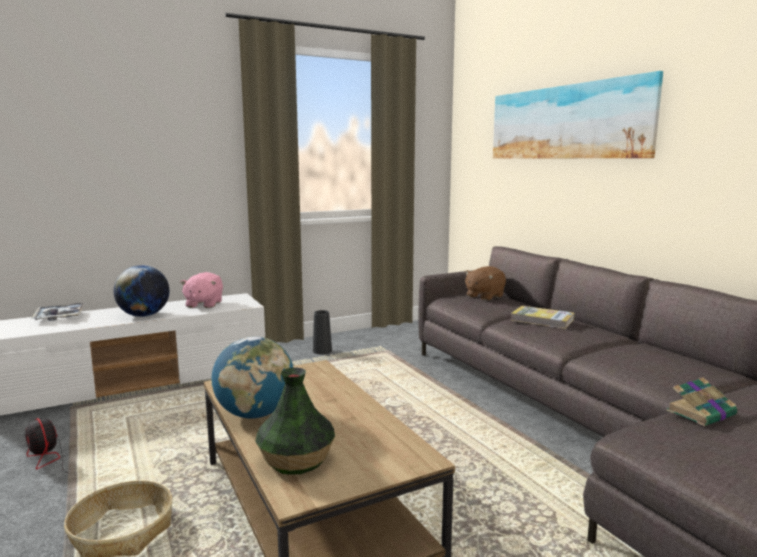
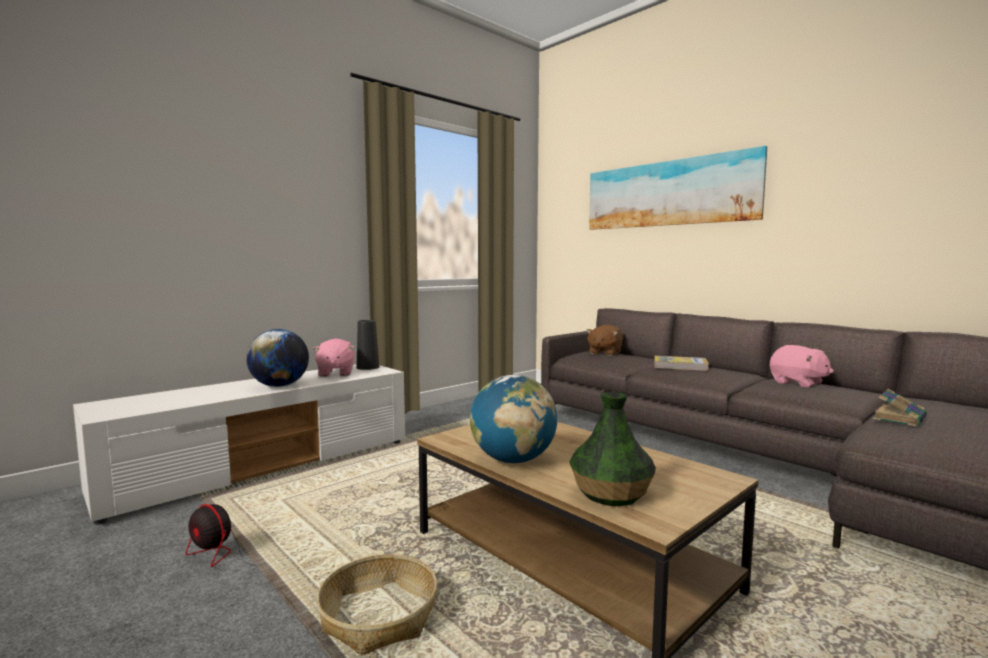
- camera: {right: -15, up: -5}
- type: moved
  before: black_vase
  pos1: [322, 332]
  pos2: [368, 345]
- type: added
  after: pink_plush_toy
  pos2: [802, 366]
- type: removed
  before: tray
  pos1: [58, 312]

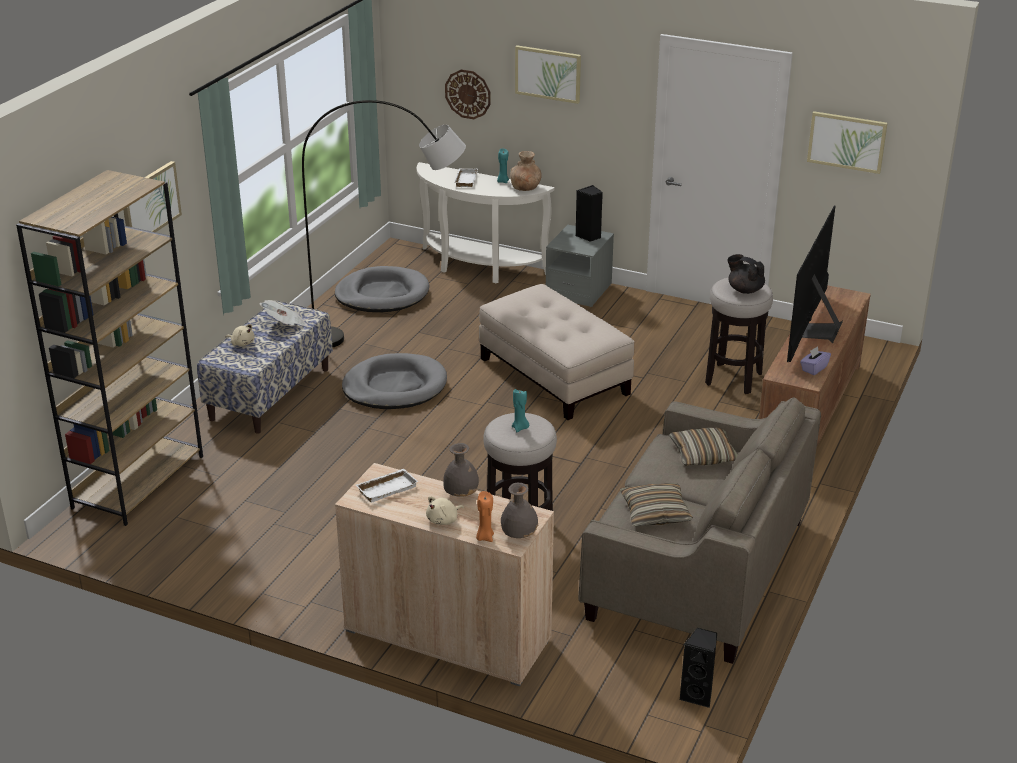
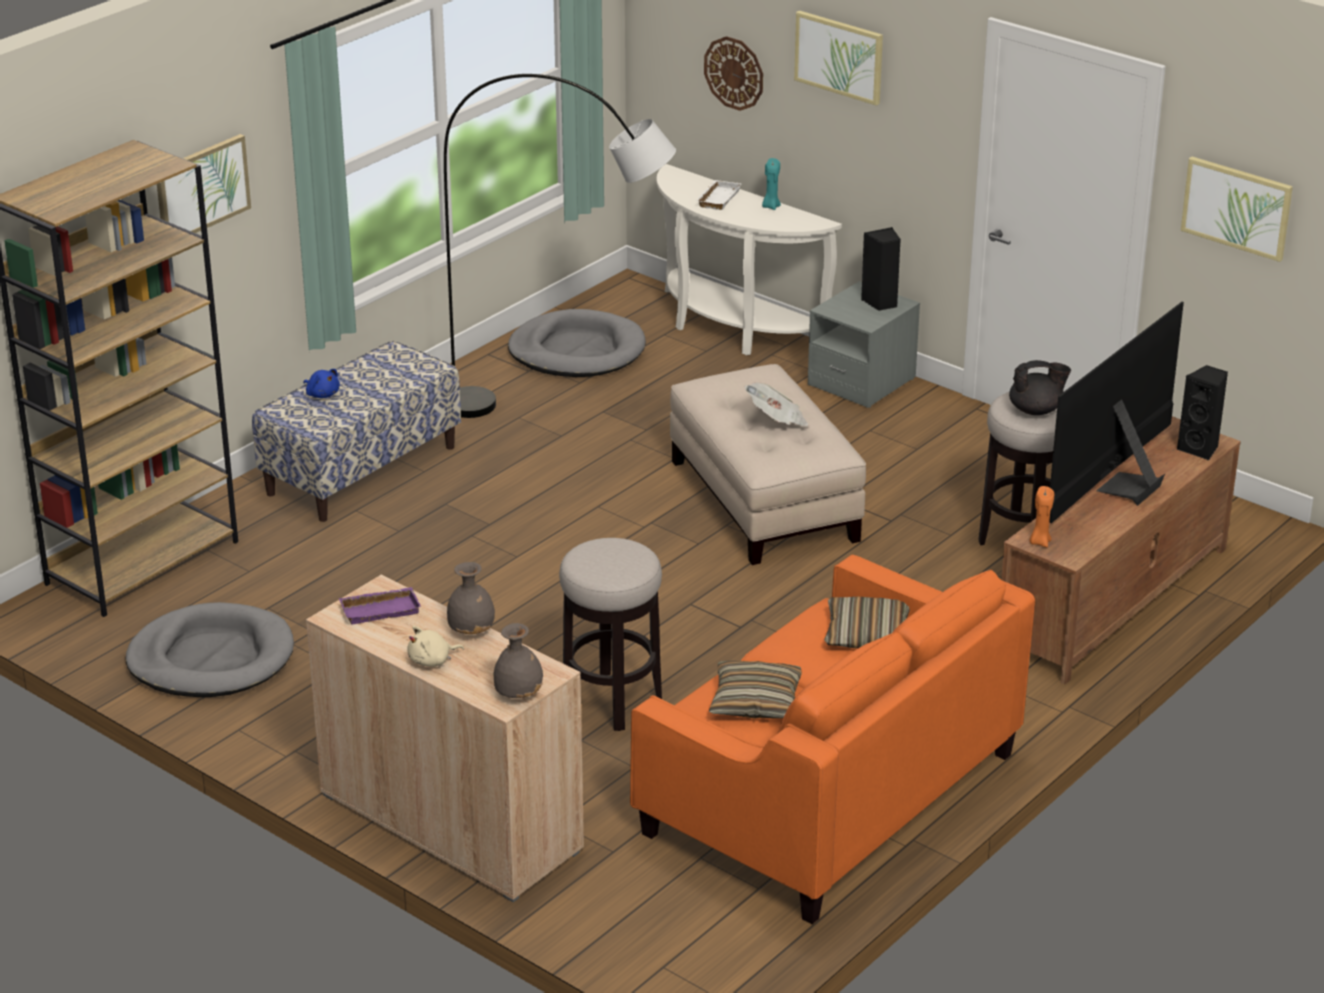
- camera: {right: 15, up: 0}
- type: moved
  before: grey_dog_bed
  pos1: [394, 381]
  pos2: [210, 649]
- type: recoloured
  before: beige_plush_toy
  after: blue_plush_toy
  pos1: [240, 335]
  pos2: [321, 383]
- type: recoloured
  before: white_tray
  after: purple_tray
  pos1: [387, 486]
  pos2: [380, 605]
- type: recoloured
  before: beige_sofa
  after: orange_sofa
  pos1: [699, 530]
  pos2: [832, 739]
- type: moved
  before: newspaper
  pos1: [283, 313]
  pos2: [776, 404]
- type: turned
  before: black_teapot
  pos1: [746, 274]
  pos2: [1040, 387]
  turn: 120
- type: moved
  before: orange_candle
  pos1: [485, 516]
  pos2: [1041, 517]
- type: moved
  before: black_speaker
  pos1: [698, 667]
  pos2: [1202, 412]
- type: removed
  before: brown_vase
  pos1: [526, 171]
- type: removed
  before: turquoise_candle
  pos1: [520, 410]
- type: removed
  before: purple_tissue_box
  pos1: [815, 360]

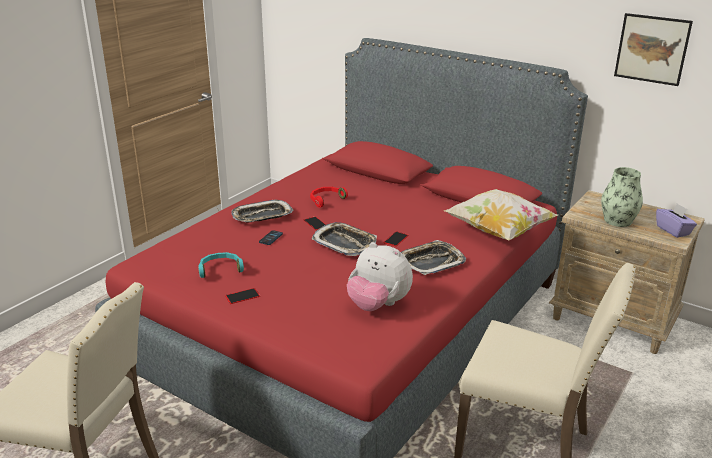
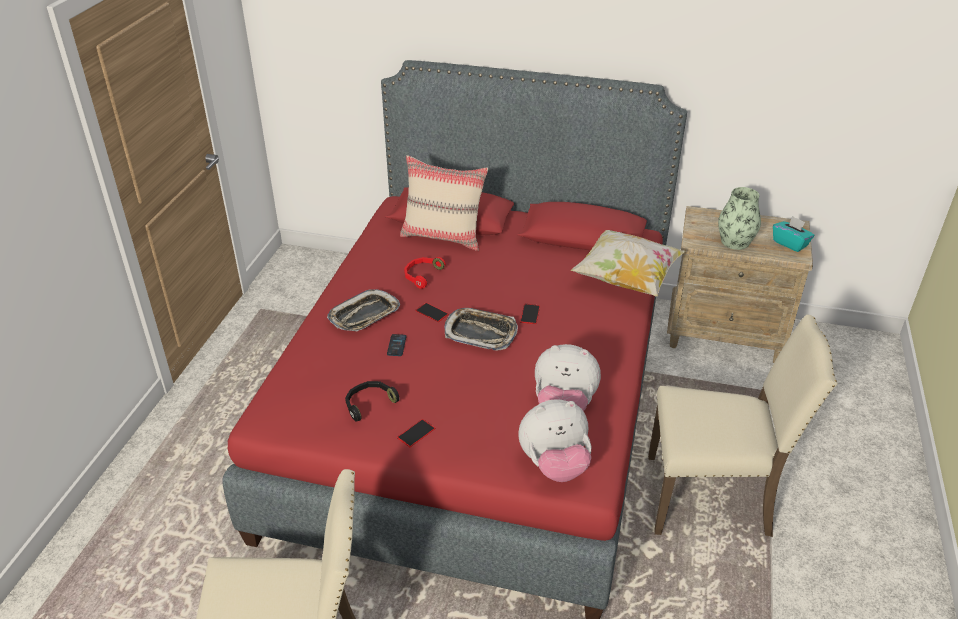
- camera: {right: -20, up: 10}
- type: recoloured
  before: turquoise_headphones
  after: black_headphones
  pos1: [221, 265]
  pos2: [372, 401]
- type: added
  after: beige_pillow
  pos2: [444, 203]
- type: added
  after: plush_toy
  pos2: [554, 440]
- type: recoloured
  before: purple_tissue_box
  after: turquoise_tissue_box
  pos1: [676, 220]
  pos2: [793, 234]
- type: removed
  before: tray
  pos1: [433, 257]
- type: removed
  before: picture
  pos1: [653, 49]

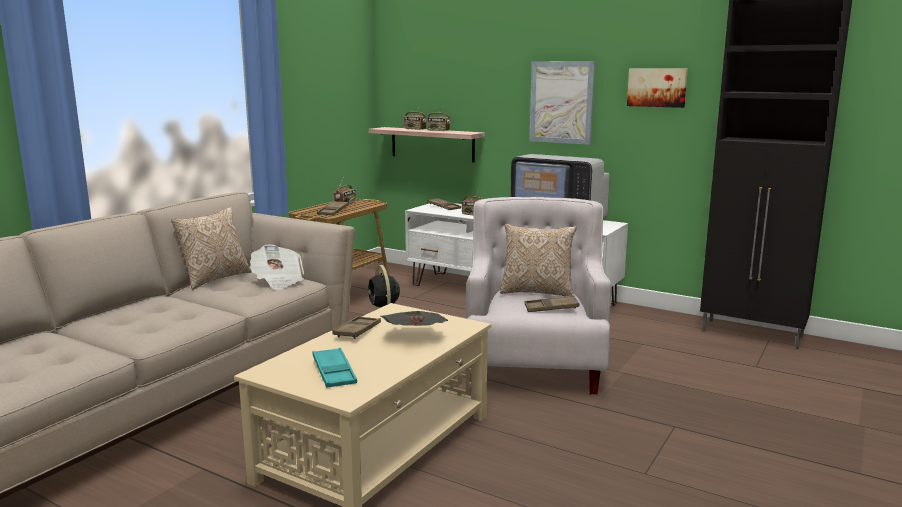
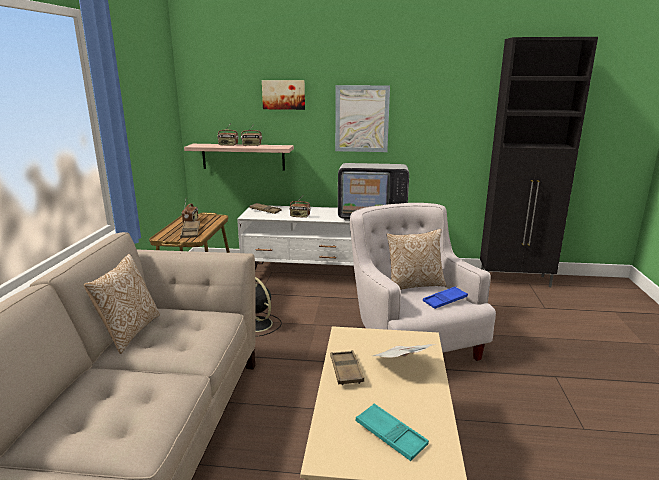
- camera: {right: -25, up: 5}
- type: moved
  before: picture
  pos1: [657, 88]
  pos2: [283, 95]
- type: recoloured
  before: brown_tray
  after: blue_tray
  pos1: [551, 304]
  pos2: [445, 297]
- type: removed
  before: newspaper
  pos1: [276, 267]

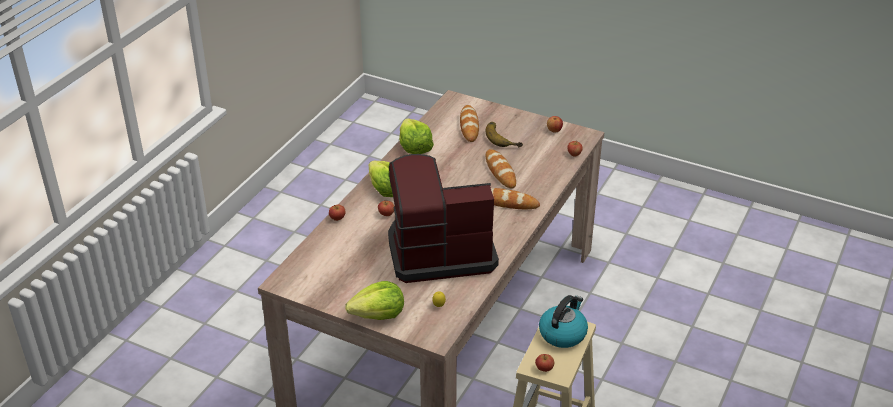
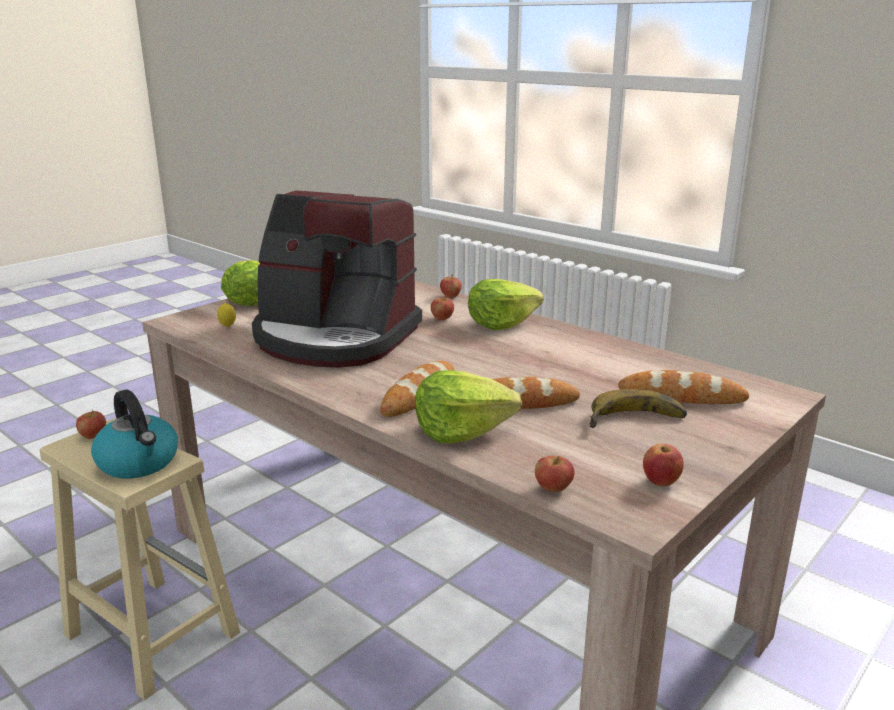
- camera: {right: 105, up: -15}
- type: turned
  before: coffee_machine
  pos1: [443, 218]
  pos2: [337, 279]
  turn: 105
- type: moved
  before: lettuce
  pos1: [416, 136]
  pos2: [468, 406]

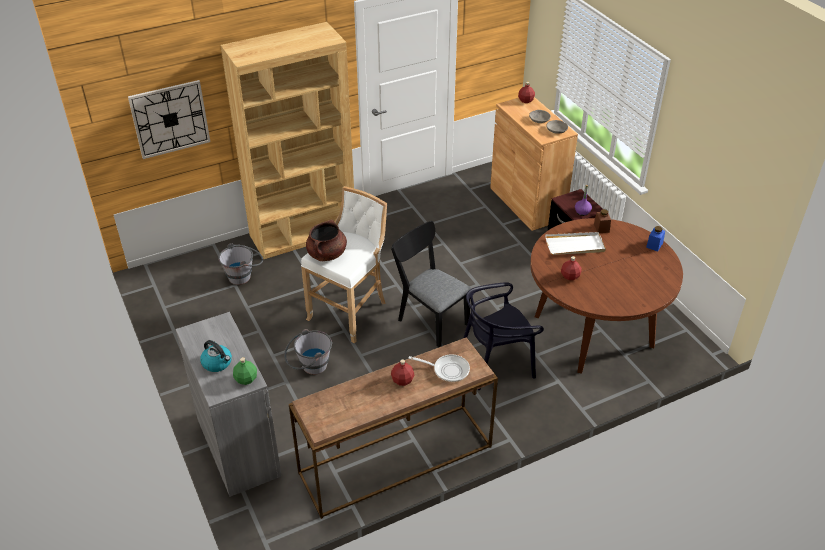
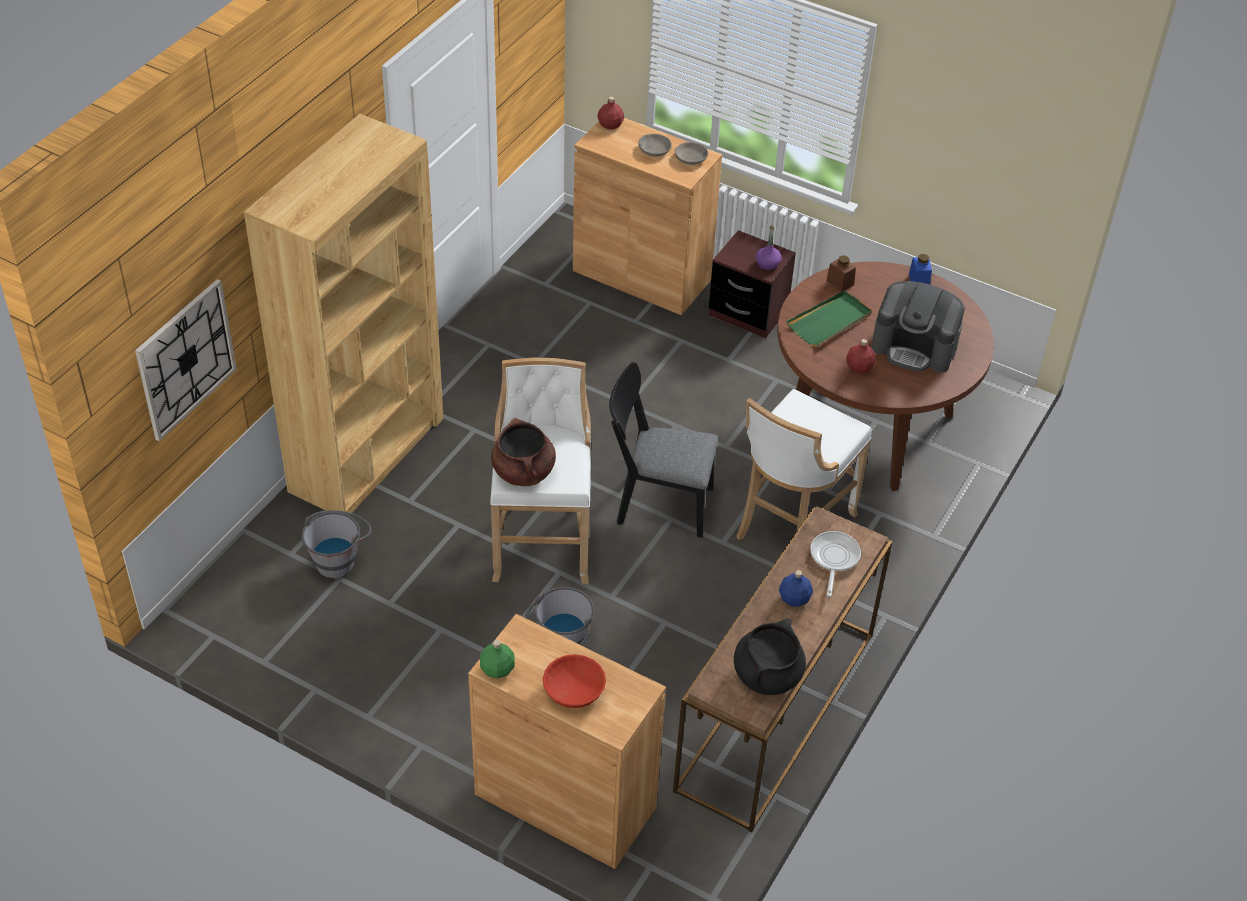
- camera: {right: -35, up: 5}
- type: recoloured
  before: grey_cabinet
  after: brown_cabinet
  pos1: [229, 404]
  pos2: [567, 741]
- type: moved
  before: green_bottle
  pos1: [245, 371]
  pos2: [497, 659]
- type: replaced
  before: kettle
  after: red_bowl
  pos1: [216, 356]
  pos2: [574, 681]
- type: added
  after: black_cooking_pot
  pos2: [770, 657]
- type: replaced
  before: black_chair
  after: white_stool
  pos1: [503, 336]
  pos2: [804, 464]
- type: recoloured
  before: red_bottle
  after: blue_bottle
  pos1: [402, 372]
  pos2: [796, 588]
- type: recoloured
  before: white_tray
  after: green_tray
  pos1: [575, 243]
  pos2: [829, 318]
- type: turned
  before: frying_pan
  pos1: [439, 368]
  pos2: [835, 564]
  turn: -60
- type: added
  after: coffee_machine
  pos2: [918, 327]

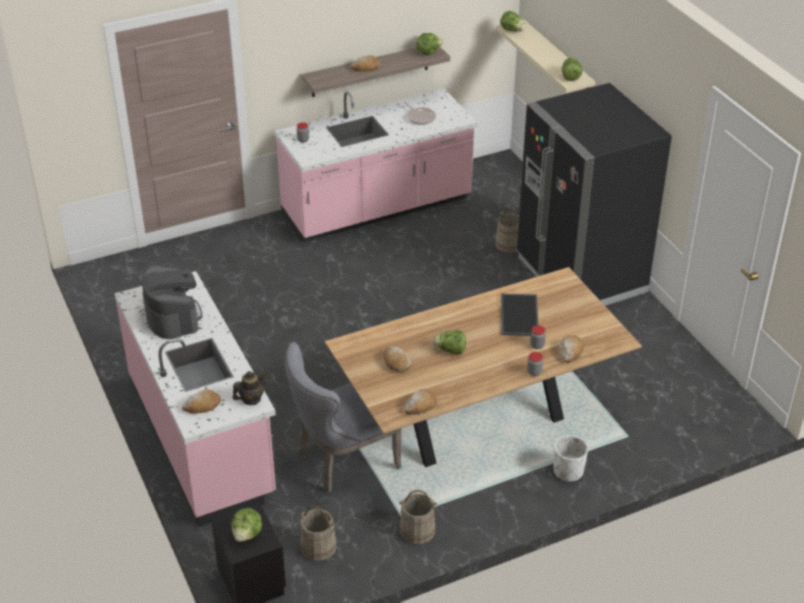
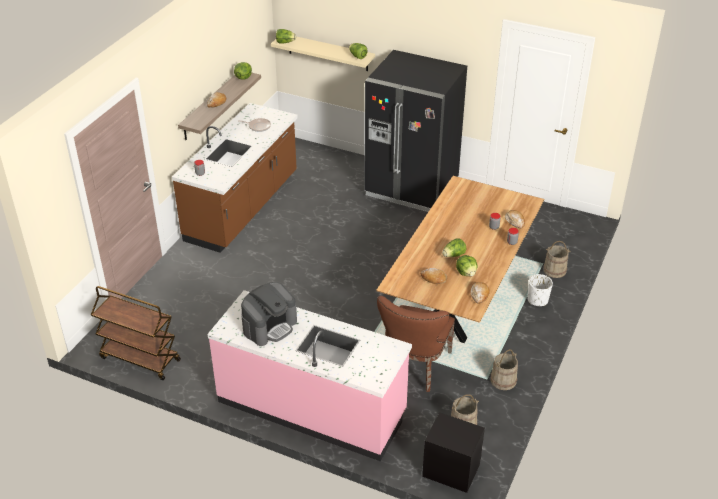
- camera: {right: -40, up: 0}
- type: added
  after: brown_cart
  pos2: [136, 333]
- type: recoloured
  before: pink_counter
  after: brown_counter
  pos1: [376, 166]
  pos2: [235, 178]
- type: turned
  before: coffee_machine
  pos1: [172, 302]
  pos2: [269, 314]
  turn: 105
- type: recoloured
  before: grey_chair
  after: brown_chair
  pos1: [343, 417]
  pos2: [416, 344]
- type: moved
  before: lettuce
  pos1: [246, 525]
  pos2: [467, 265]
- type: moved
  before: beige_bucket
  pos1: [507, 229]
  pos2: [557, 259]
- type: removed
  before: bread
  pos1: [201, 401]
- type: removed
  before: teapot
  pos1: [250, 388]
- type: removed
  before: tray
  pos1: [519, 314]

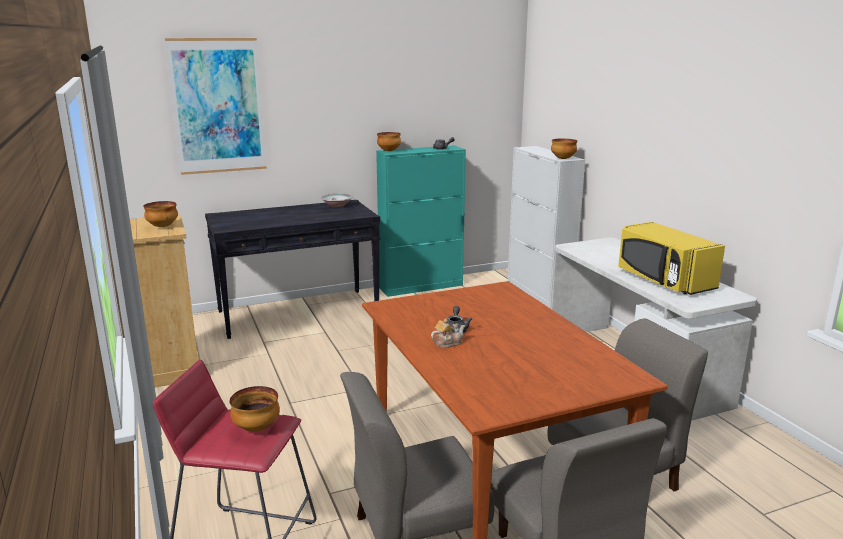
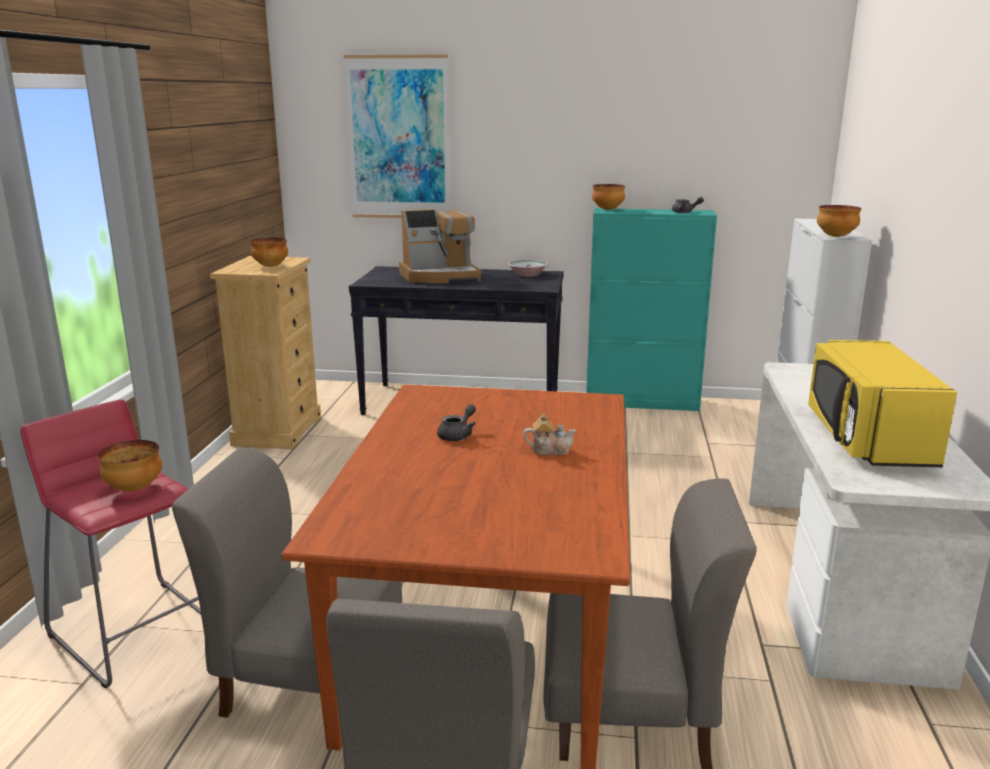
- camera: {right: 30, up: 0}
- type: added
  after: coffee_machine
  pos2: [440, 246]
- type: moved
  before: teapot
  pos1: [448, 333]
  pos2: [549, 434]

